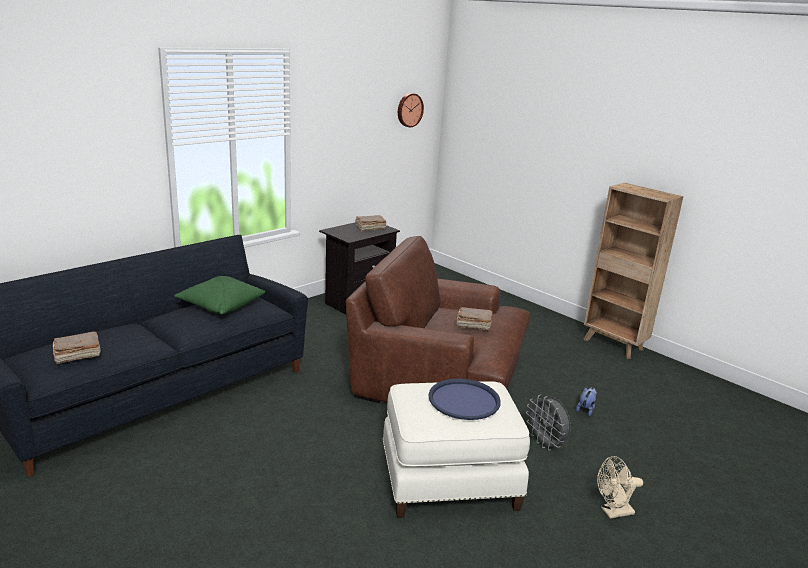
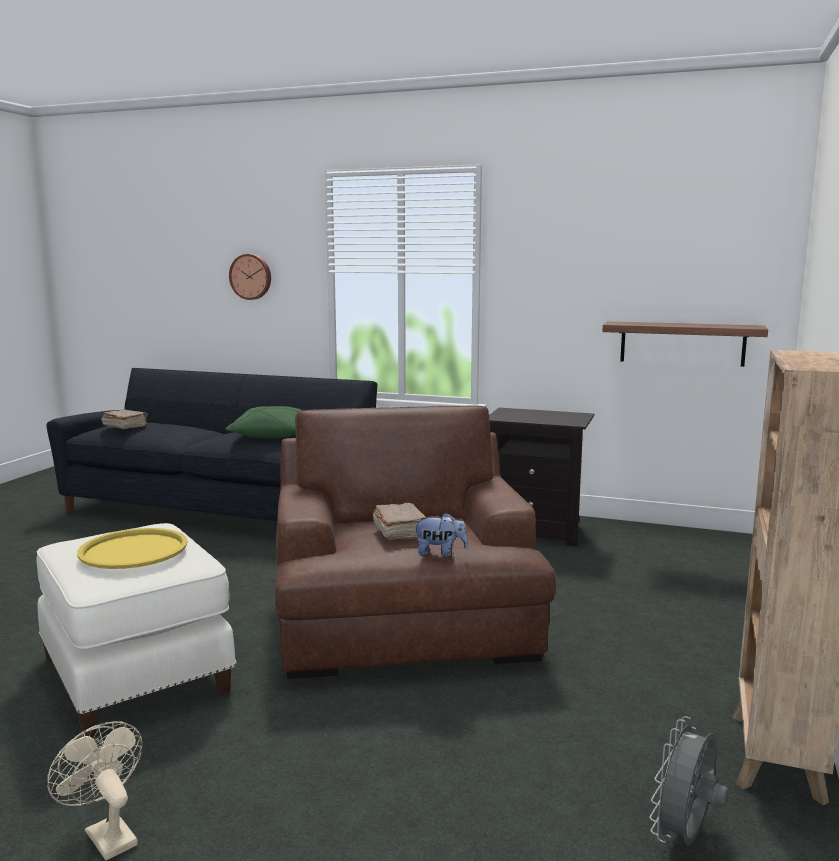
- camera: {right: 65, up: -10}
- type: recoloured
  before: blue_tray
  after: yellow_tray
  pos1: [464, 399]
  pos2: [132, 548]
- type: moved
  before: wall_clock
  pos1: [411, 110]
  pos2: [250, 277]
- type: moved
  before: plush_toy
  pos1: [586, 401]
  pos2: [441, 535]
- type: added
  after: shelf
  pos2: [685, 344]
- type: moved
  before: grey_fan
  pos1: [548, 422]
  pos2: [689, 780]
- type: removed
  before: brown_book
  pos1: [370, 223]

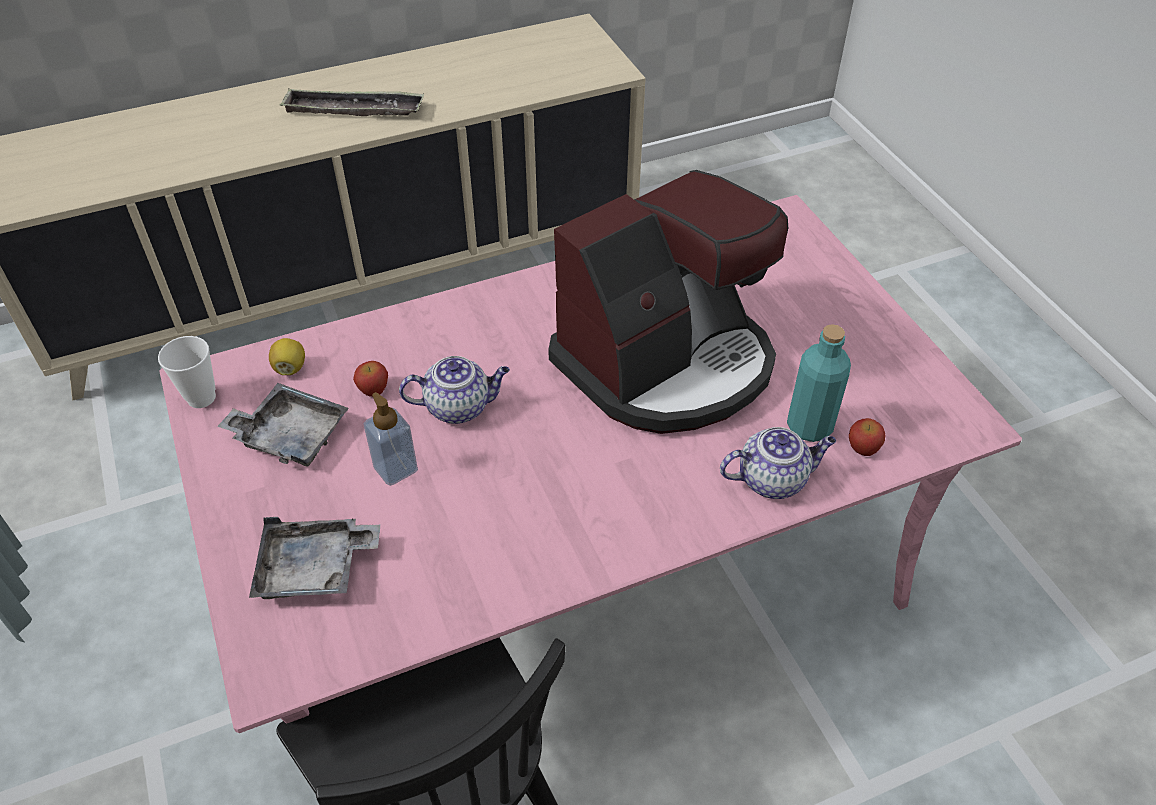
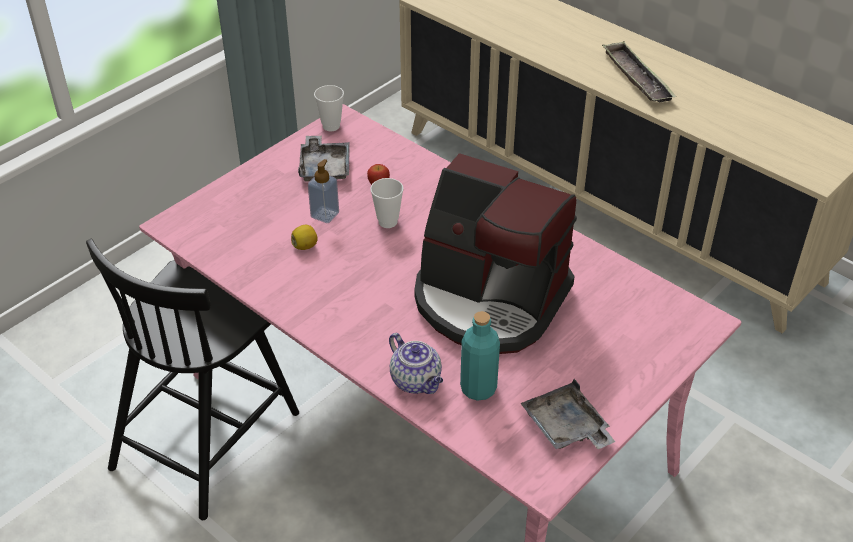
- camera: {right: 65, up: -5}
- type: moved
  before: lemon
  pos1: [287, 356]
  pos2: [304, 237]
- type: replaced
  before: teapot
  after: cup
  pos1: [454, 390]
  pos2: [387, 203]
- type: moved
  before: grey_tray
  pos1: [314, 558]
  pos2: [568, 414]
- type: removed
  before: apple
  pos1: [867, 437]

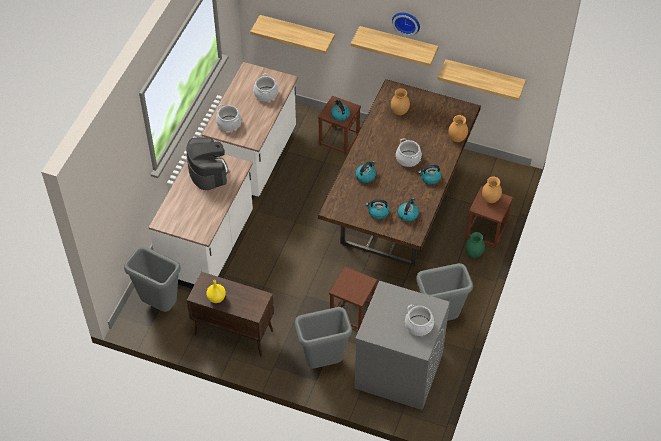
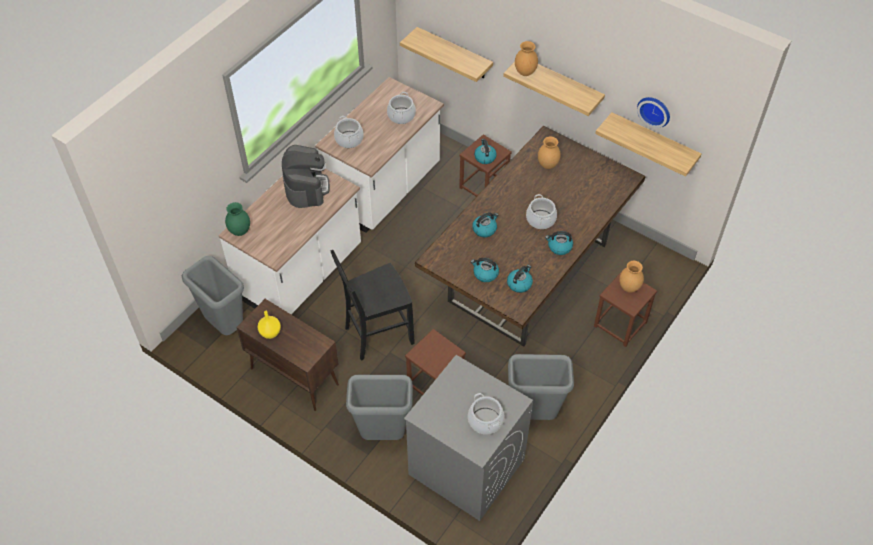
- camera: {right: 15, up: 0}
- type: moved
  before: green_vase
  pos1: [475, 245]
  pos2: [237, 219]
- type: added
  after: black_chair
  pos2: [372, 305]
- type: moved
  before: brown_vase
  pos1: [458, 128]
  pos2: [526, 58]
- type: moved
  before: wall_clock
  pos1: [406, 24]
  pos2: [653, 112]

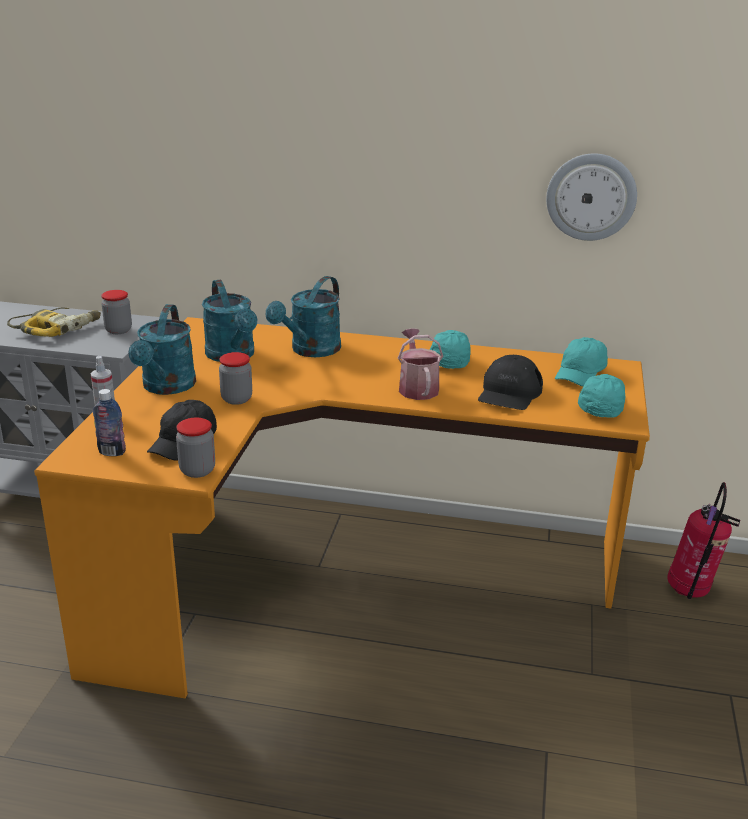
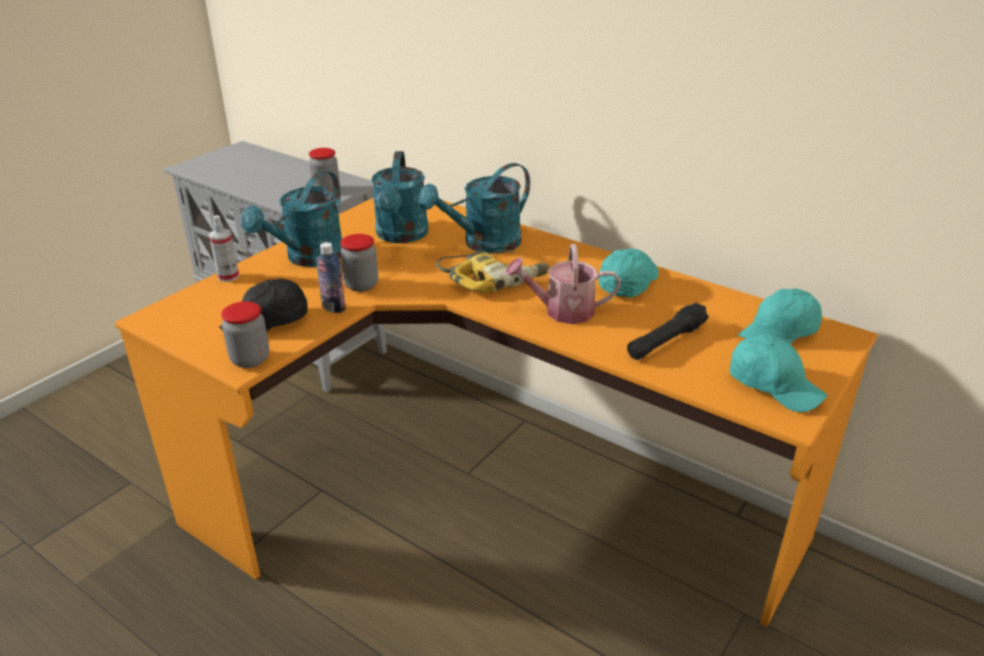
- camera: {right: 25, up: 5}
- type: moved
  before: bottle
  pos1: [109, 422]
  pos2: [331, 277]
- type: moved
  before: power_drill
  pos1: [54, 322]
  pos2: [493, 271]
- type: turned
  before: watering_can
  pos1: [420, 364]
  pos2: [563, 284]
  turn: -105
- type: replaced
  before: black_cap
  after: black_flashlight
  pos1: [510, 382]
  pos2: [668, 331]
- type: turned
  before: turquoise_cap
  pos1: [601, 396]
  pos2: [778, 373]
  turn: 90
- type: removed
  before: wall_clock
  pos1: [591, 197]
- type: removed
  before: fire_extinguisher
  pos1: [703, 540]

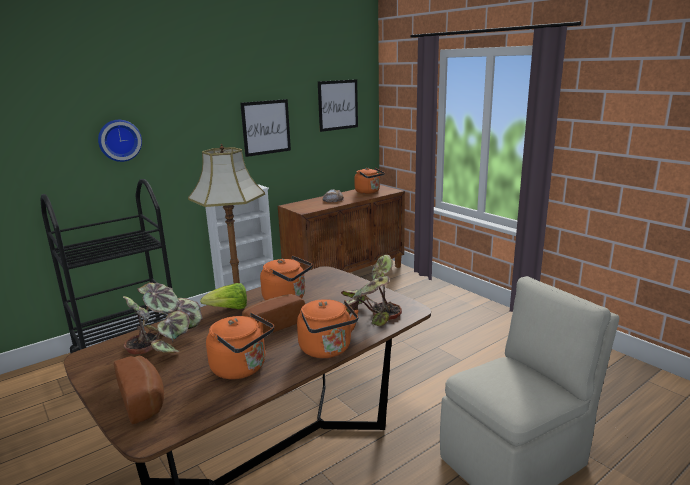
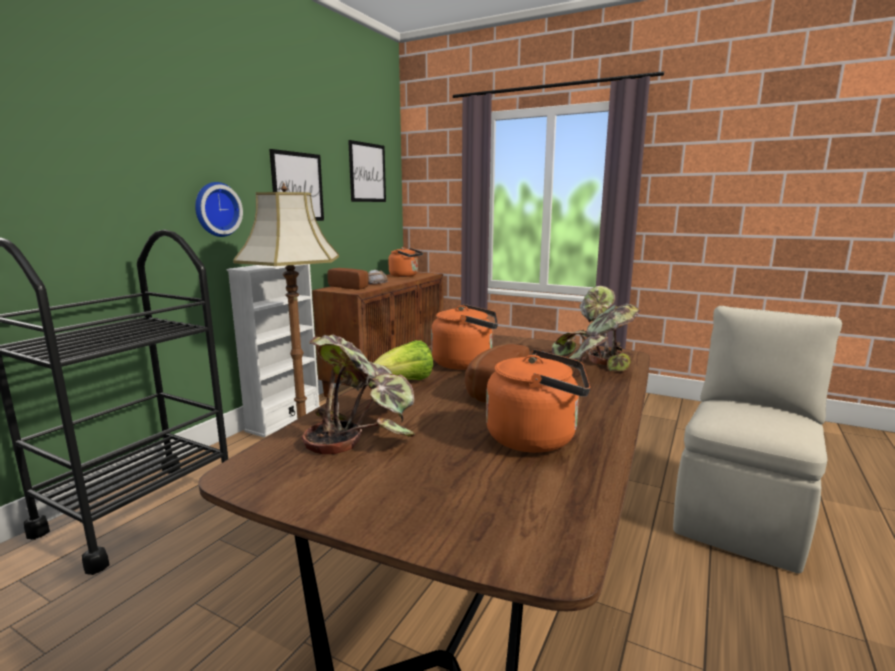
- camera: {right: -25, up: -5}
- type: moved
  before: wall_clock
  pos1: [120, 141]
  pos2: [219, 209]
- type: moved
  before: bread
  pos1: [139, 390]
  pos2: [348, 279]
- type: removed
  before: orange_kettle
  pos1: [328, 328]

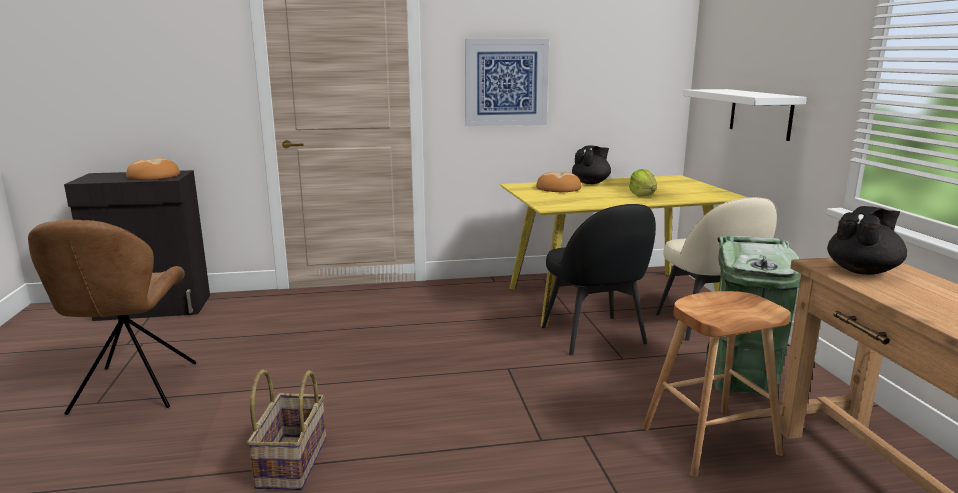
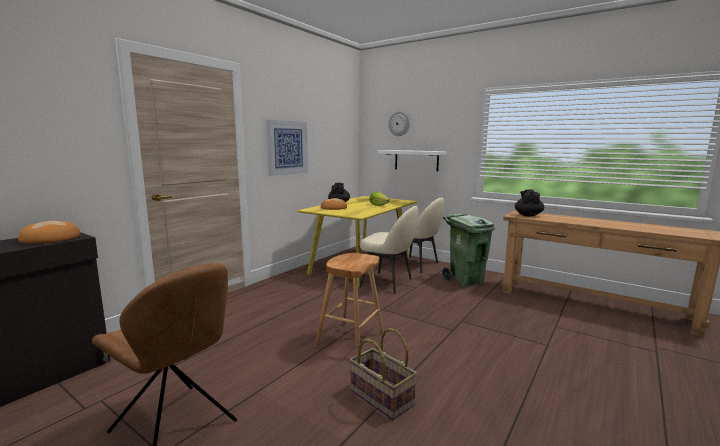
- camera: {right: -45, up: -5}
- type: moved
  before: brown_stool
  pos1: [716, 384]
  pos2: [349, 304]
- type: recoloured
  before: black_chair
  after: beige_chair
  pos1: [599, 280]
  pos2: [389, 250]
- type: added
  after: wall_clock
  pos2: [399, 123]

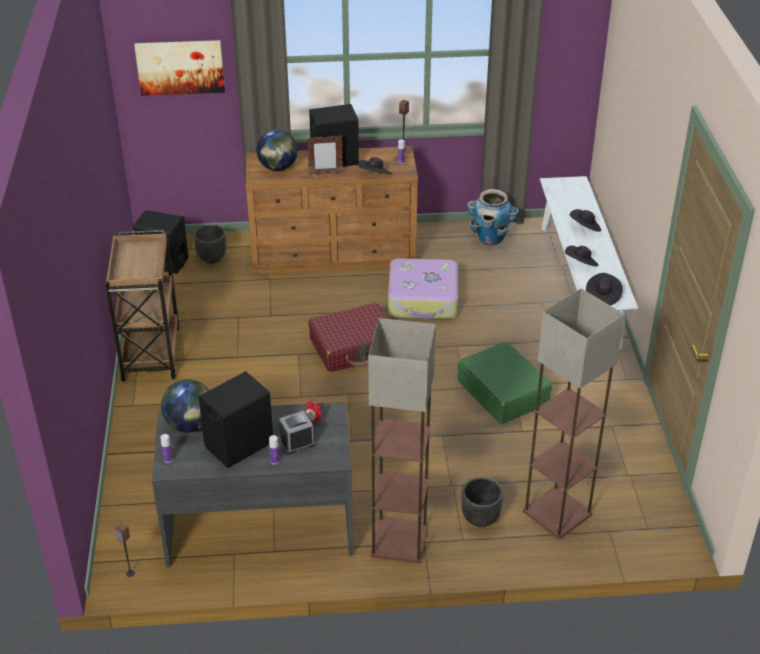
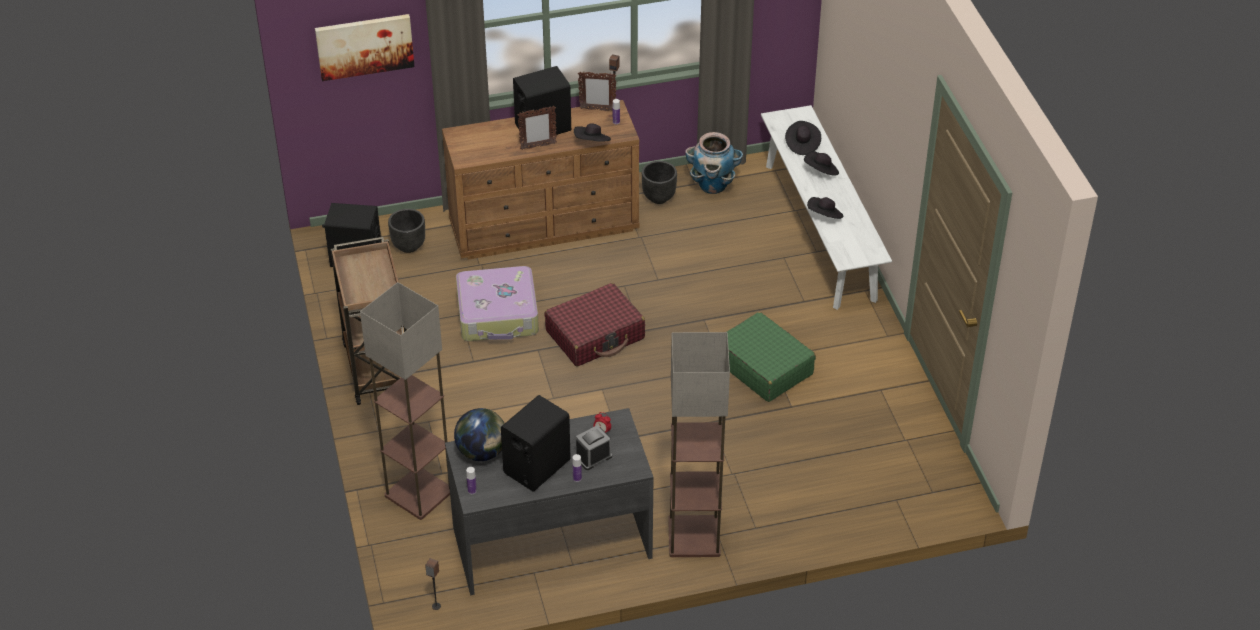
- camera: {right: -10, up: 5}
- type: moved
  before: floor_lamp
  pos1: [574, 413]
  pos2: [405, 401]
- type: moved
  before: suitcase
  pos1: [423, 288]
  pos2: [497, 303]
- type: added
  after: picture_frame
  pos2: [597, 91]
- type: moved
  before: black_planter
  pos1: [482, 502]
  pos2: [659, 182]
- type: moved
  before: black_hat
  pos1: [604, 289]
  pos2: [803, 138]
- type: removed
  before: globe
  pos1: [277, 150]

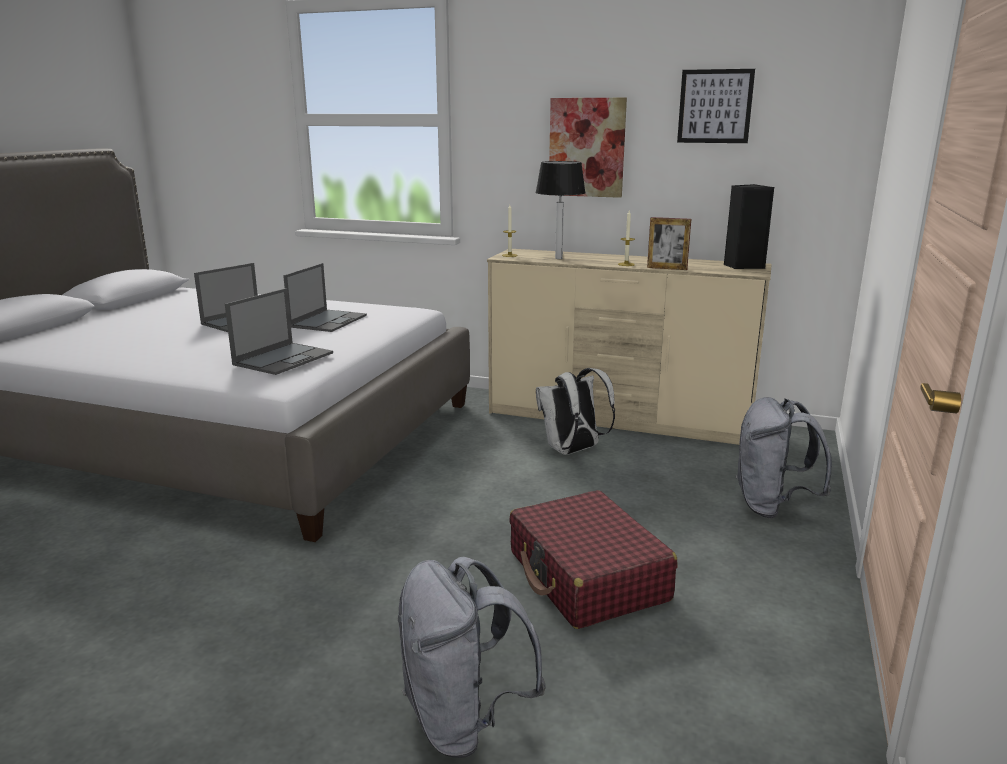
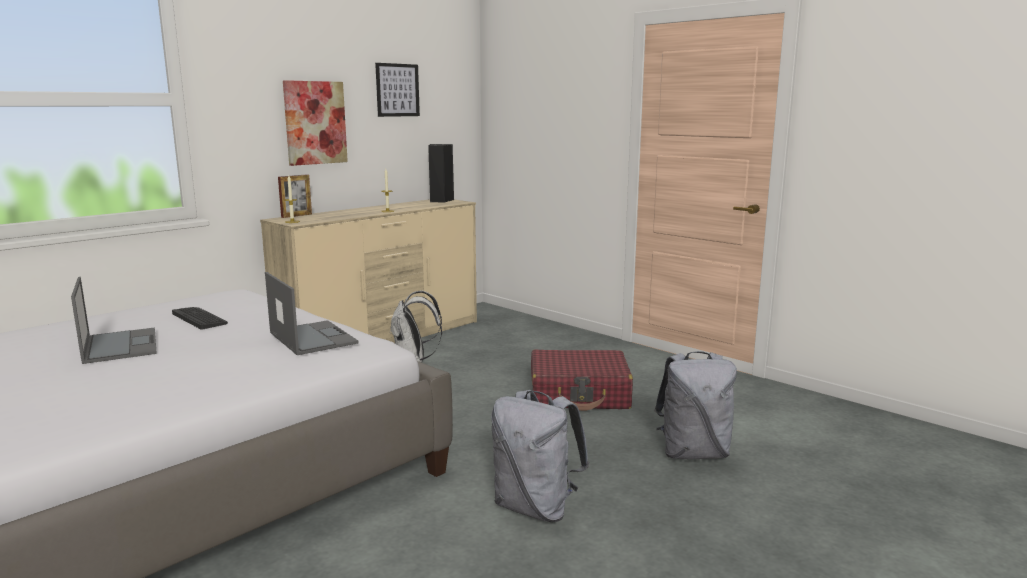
- camera: {right: -65, up: -5}
- type: replaced
  before: laptop
  after: keyboard
  pos1: [325, 297]
  pos2: [200, 318]
- type: moved
  before: picture_frame
  pos1: [669, 243]
  pos2: [295, 196]
- type: moved
  before: grey_backpack
  pos1: [784, 457]
  pos2: [540, 456]
- type: removed
  before: table_lamp
  pos1: [560, 210]

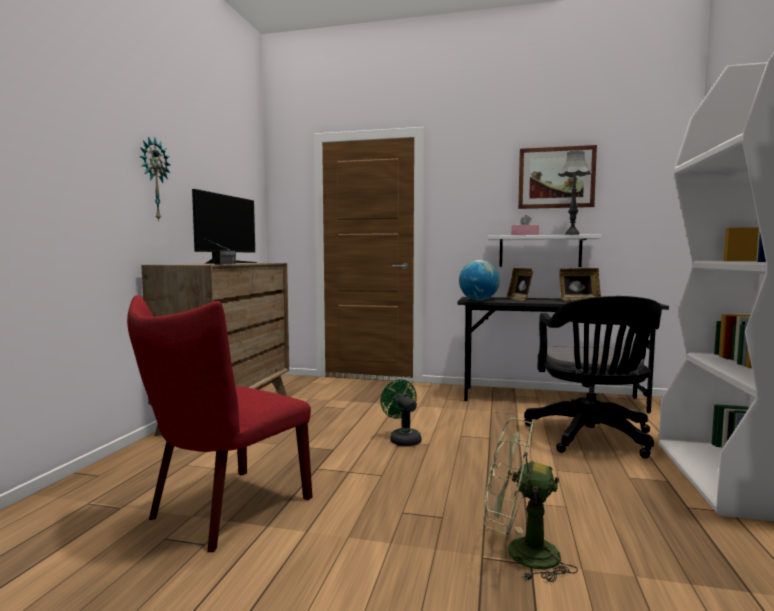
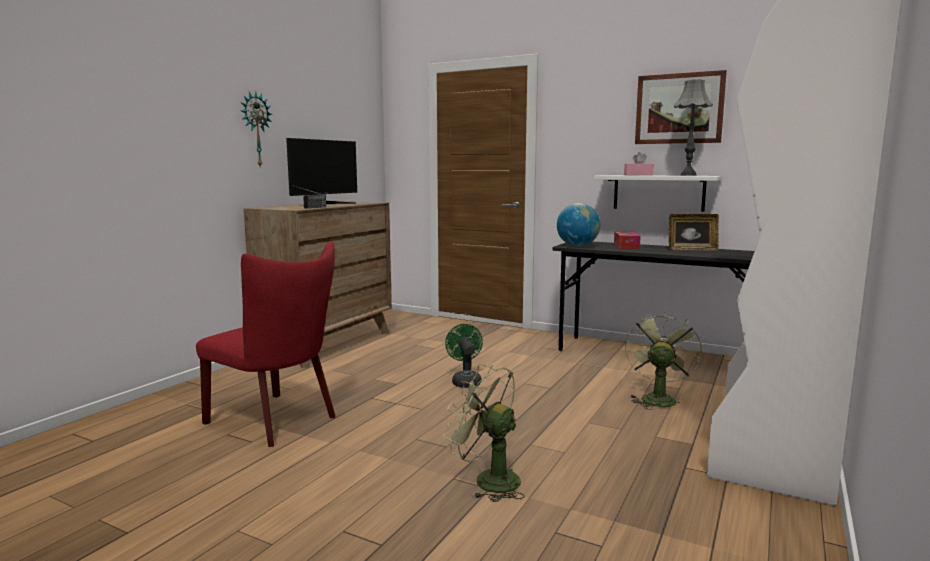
- camera: {right: 15, up: 5}
- type: turned
  before: red_chair
  pos1: [220, 423]
  pos2: [266, 344]
  turn: -105
- type: replaced
  before: picture_frame
  after: tissue_box
  pos1: [520, 284]
  pos2: [627, 240]
- type: replaced
  before: black_office_chair
  after: green_fan
  pos1: [593, 377]
  pos2: [663, 360]

